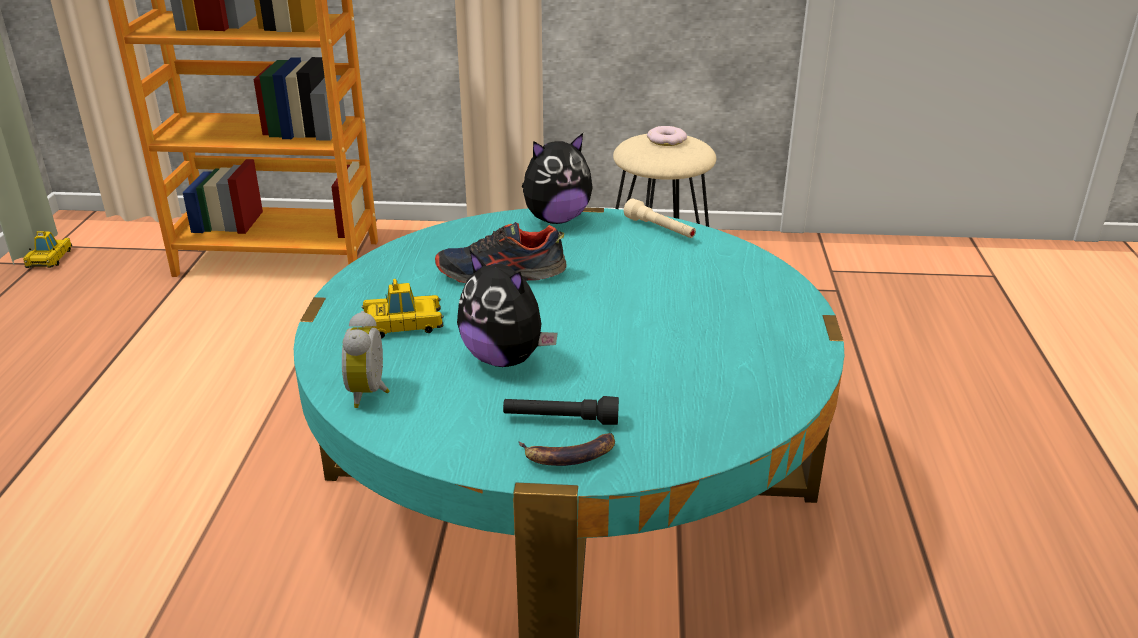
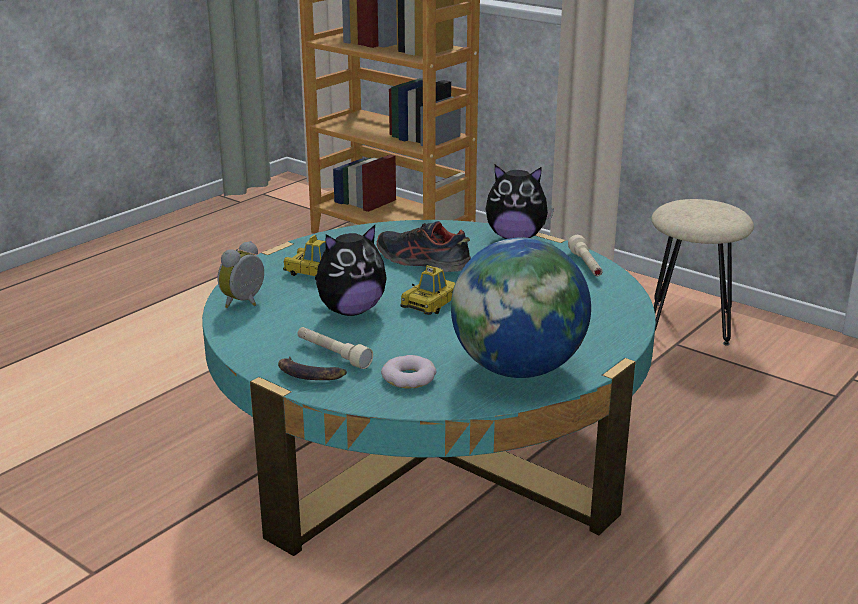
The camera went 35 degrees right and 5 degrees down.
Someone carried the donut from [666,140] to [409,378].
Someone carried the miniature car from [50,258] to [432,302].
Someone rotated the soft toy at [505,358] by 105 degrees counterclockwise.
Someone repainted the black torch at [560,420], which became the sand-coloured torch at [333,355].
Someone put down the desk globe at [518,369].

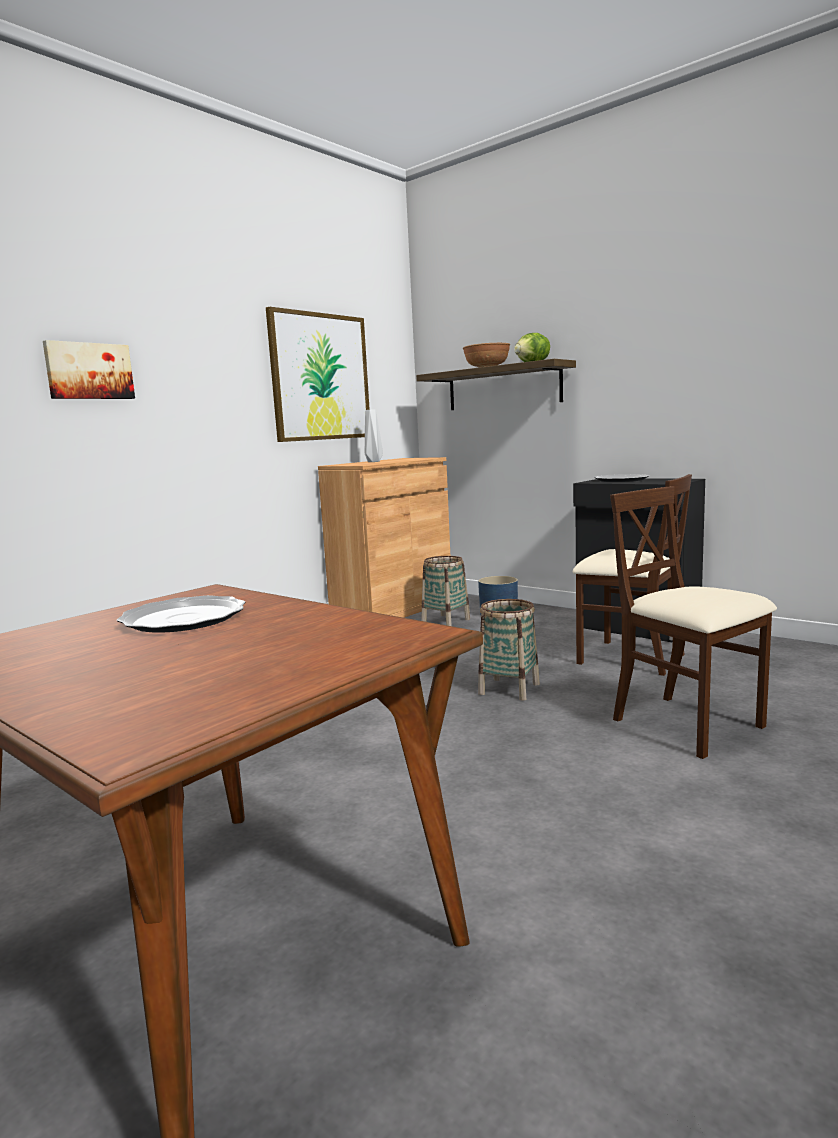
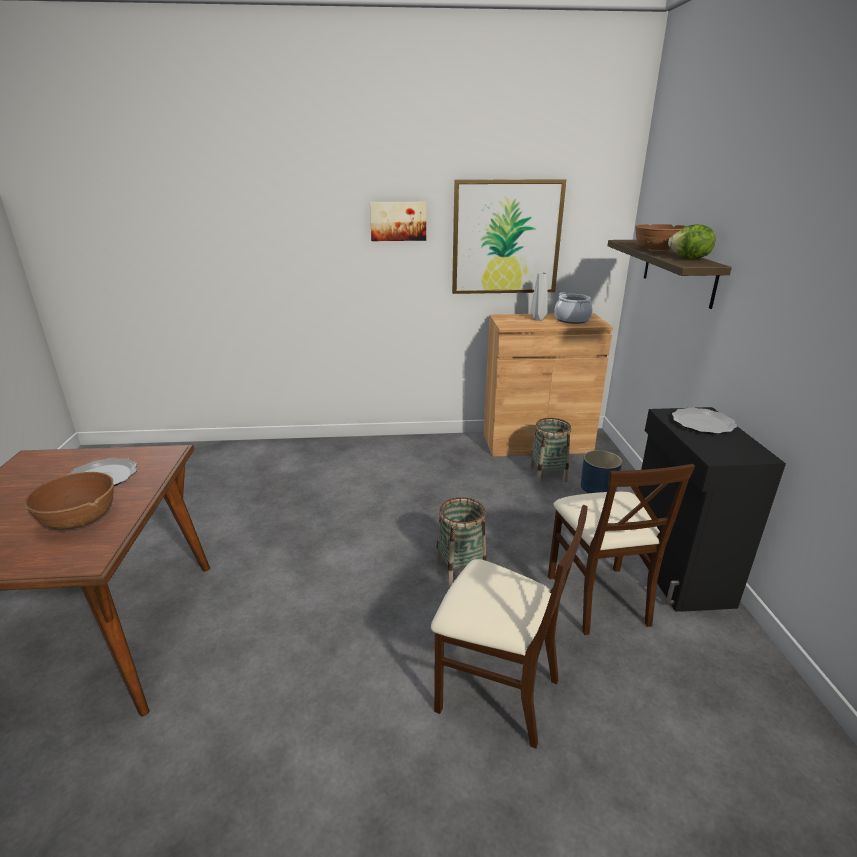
The camera went 45 degrees right and 15 degrees up.
Someone carried the picture from [89,371] to [398,221].
Someone rotated the sand-coloured upright chair at [688,725] by 105 degrees clockwise.
Someone put down the cooking pot at [572,320].
Someone put down the brown serving bowl at [80,519].

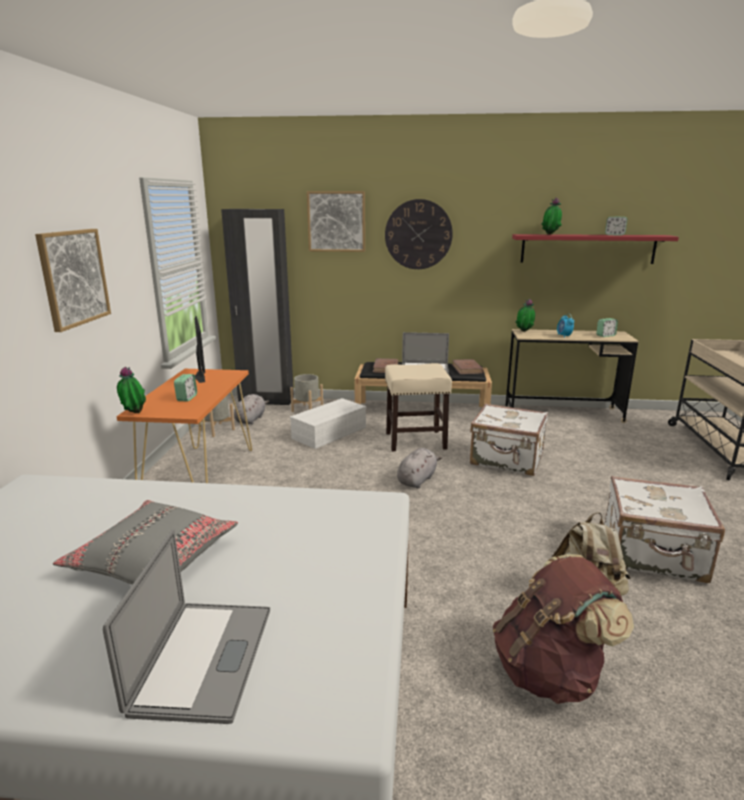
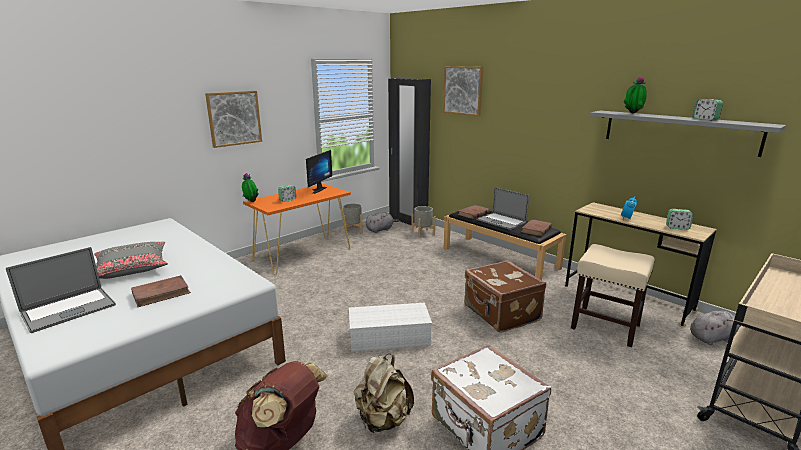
The camera went 40 degrees right and 0 degrees up.
Someone took away the clock on the wall at [418,234].
Someone repainted the red-coloured shelf at [587,249], which became the gray shelf at [679,132].
Someone took away the plant in a pot at [524,332].
Someone carried the sand-coloured stool seat from [414,441] to [604,326].
Someone carried the white storage box from [329,432] to [390,336].
Someone repainted the white travel case at [507,460], which became the brown travel case at [500,313].
Someone carried the gray soft toy from [417,480] to [712,338].
Someone put down the brown book at [161,293].

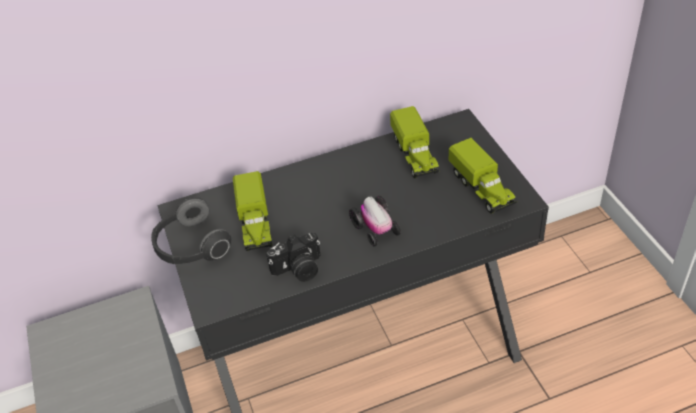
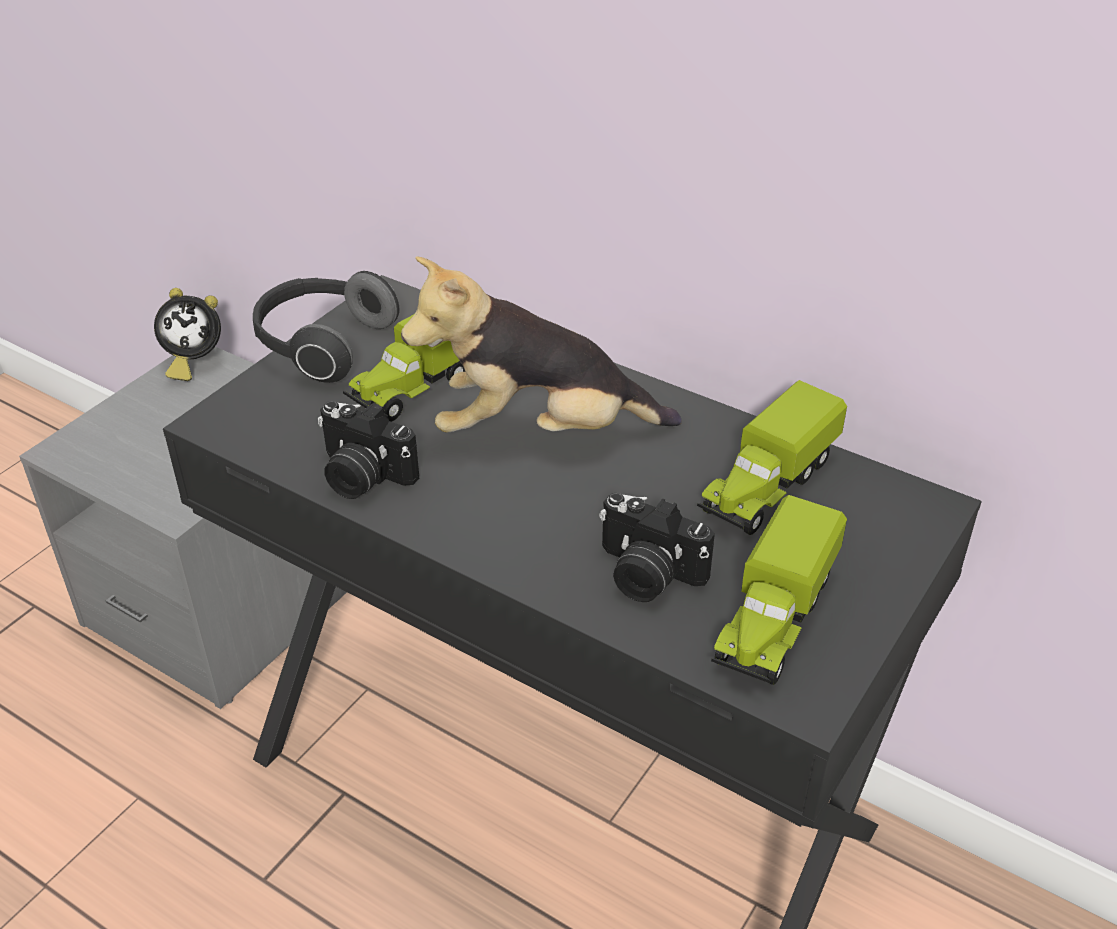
The camera went 50 degrees right and 5 degrees down.
Someone took away the miniature car at [375,228].
Someone put down the soft toy at [539,431].
Someone put down the alarm clock at [193,362].
Someone put down the photo camera at [646,575].

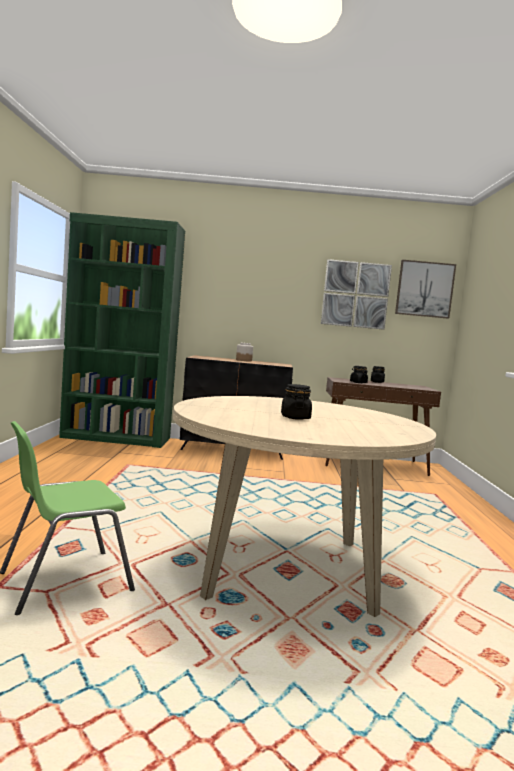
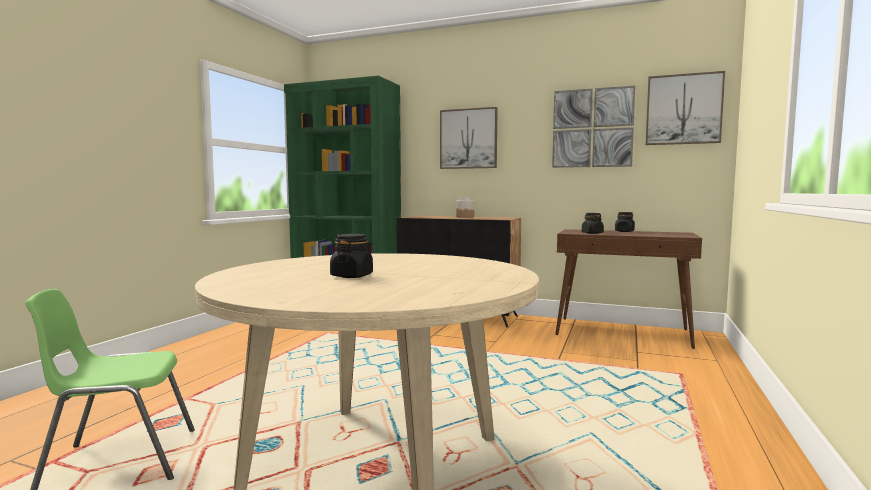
The camera went 20 degrees right and 0 degrees up.
Someone put up the picture at [468,139].

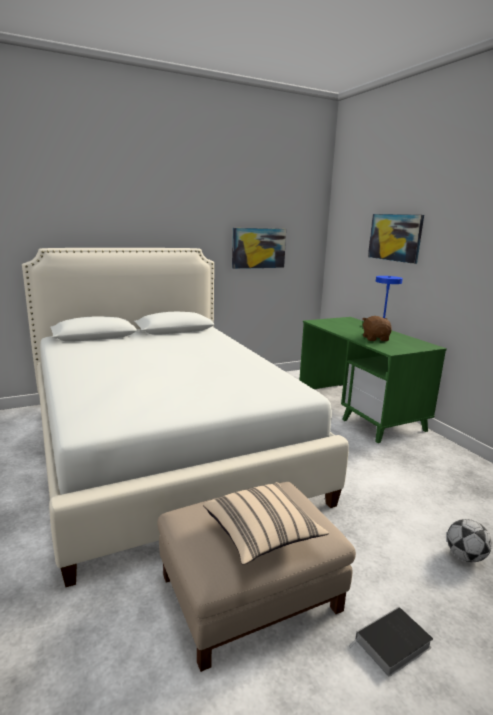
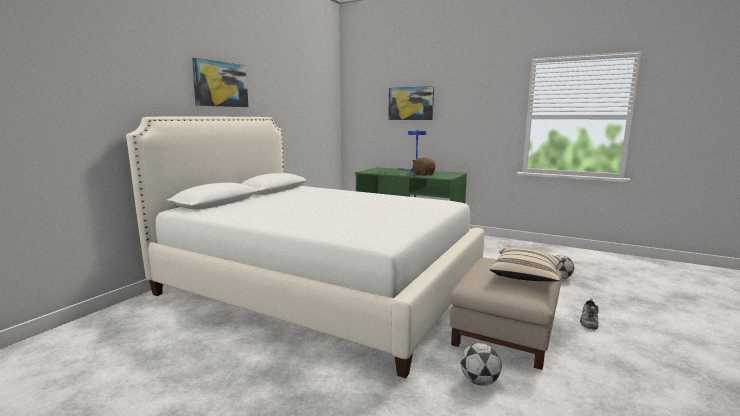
The camera went 35 degrees left and 5 degrees down.
Someone carried the picture from [258,248] to [220,84].
Someone swapped the book at [392,645] for the low shoe at [588,320].
Someone put down the ball for football at [479,381].

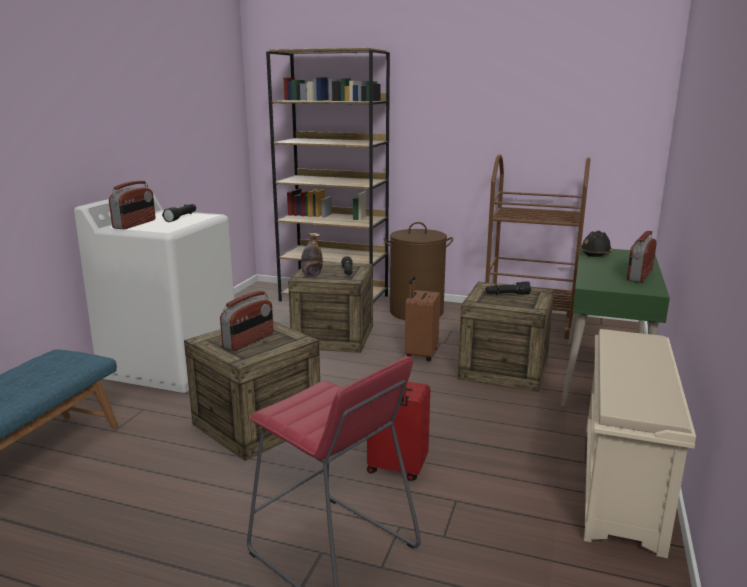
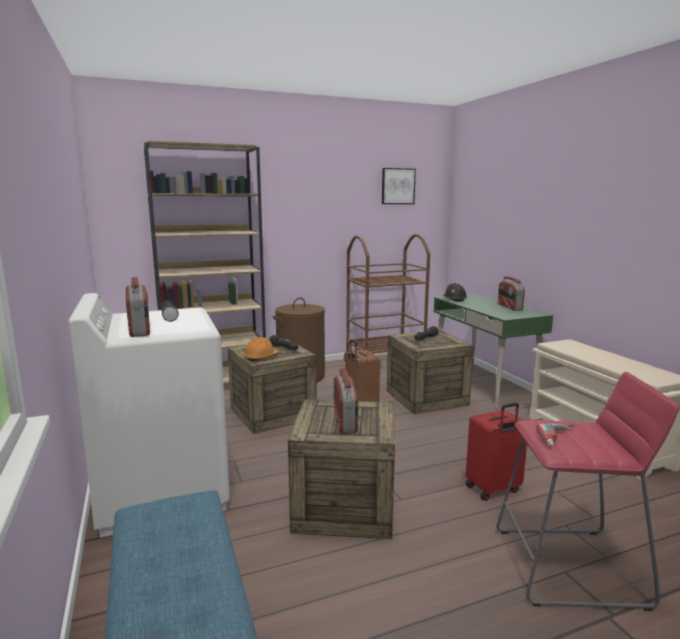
The camera went 40 degrees left and 5 degrees down.
Someone swapped the beverage bottle at [311,275] for the orange-coloured work helmet at [260,357].
Someone put up the picture at [397,186].
Someone put down the electric drill at [562,438].

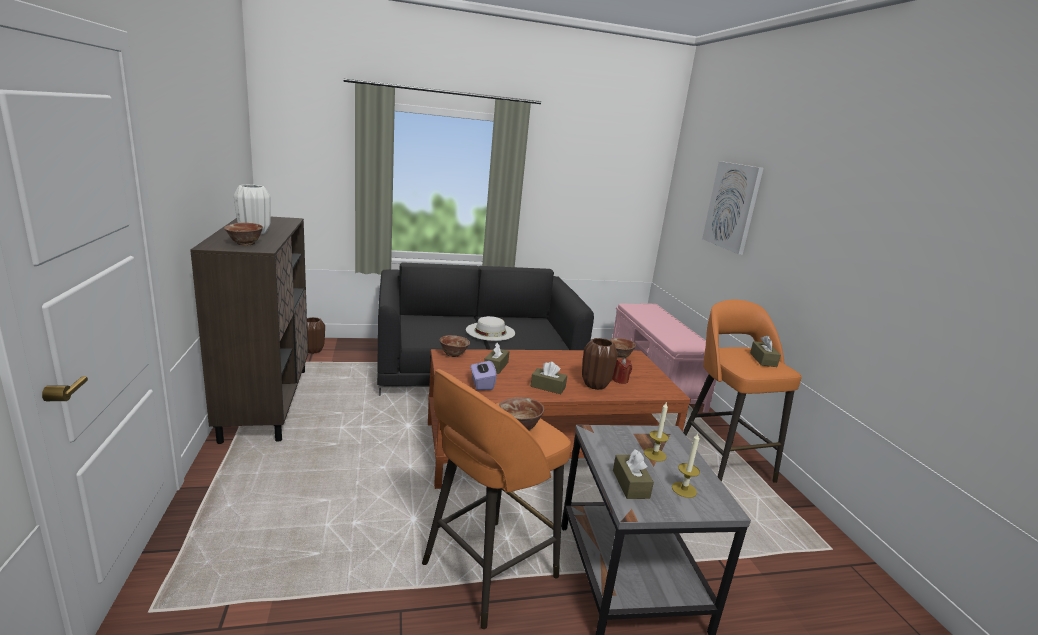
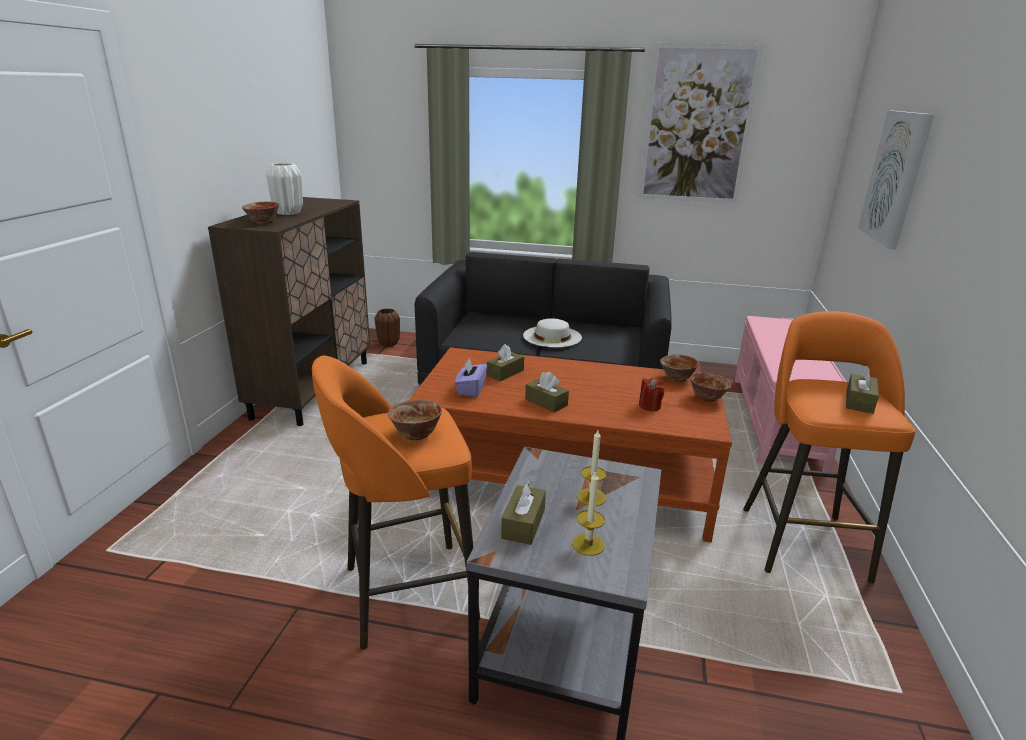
The camera went 25 degrees right and 5 degrees up.
Someone carried the serving bowl from [453,354] to [707,398].
Someone took away the brown decorative vase at [595,385].
Someone put up the picture at [697,125].

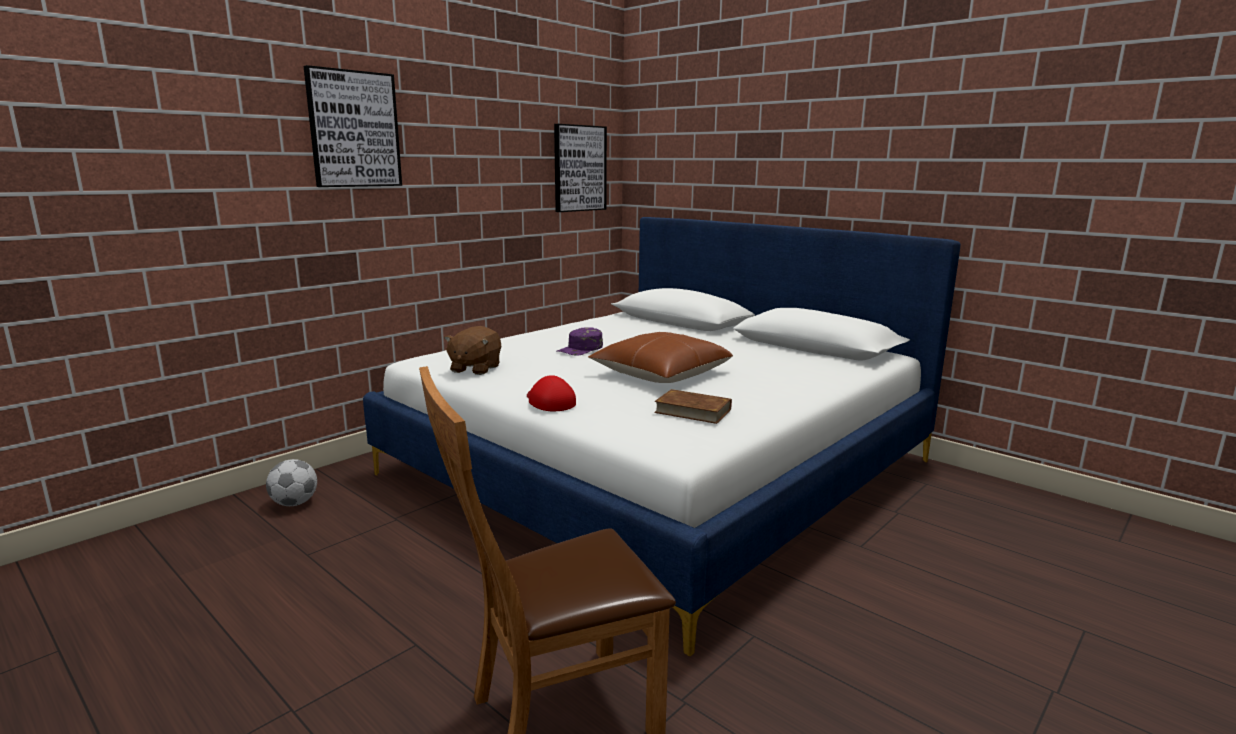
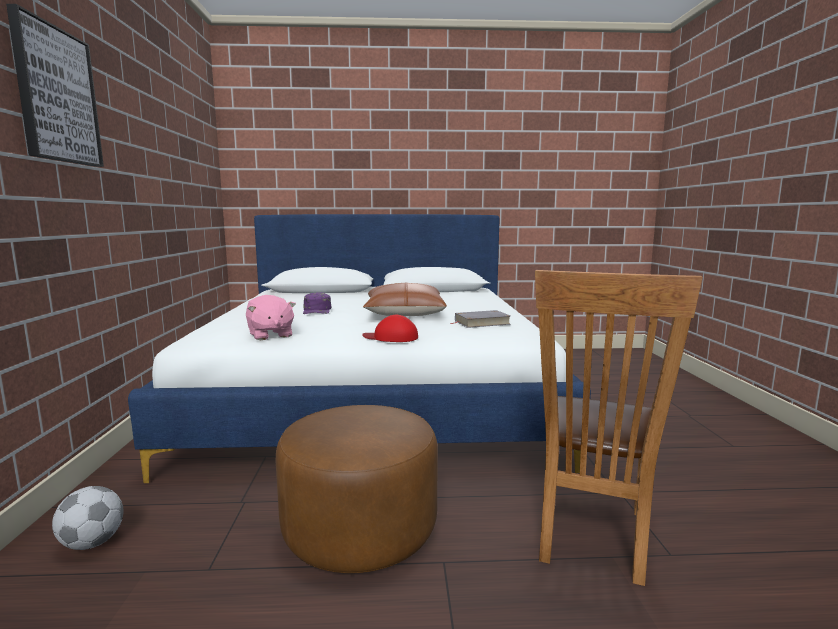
The camera went 45 degrees left and 5 degrees down.
Someone took away the picture at [579,168].
Someone repainted the brown soft toy at [474,369], which became the pink soft toy at [270,335].
Someone repainted the brown book at [692,411], which became the gray book at [481,322].
Someone put down the brown footrest at [360,528].

